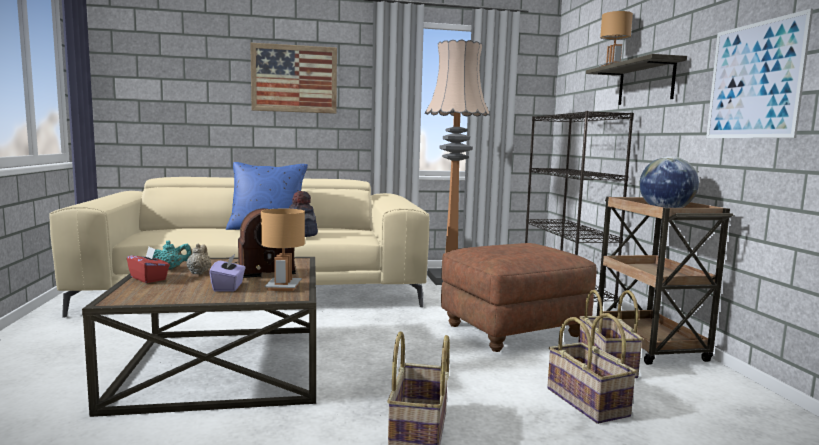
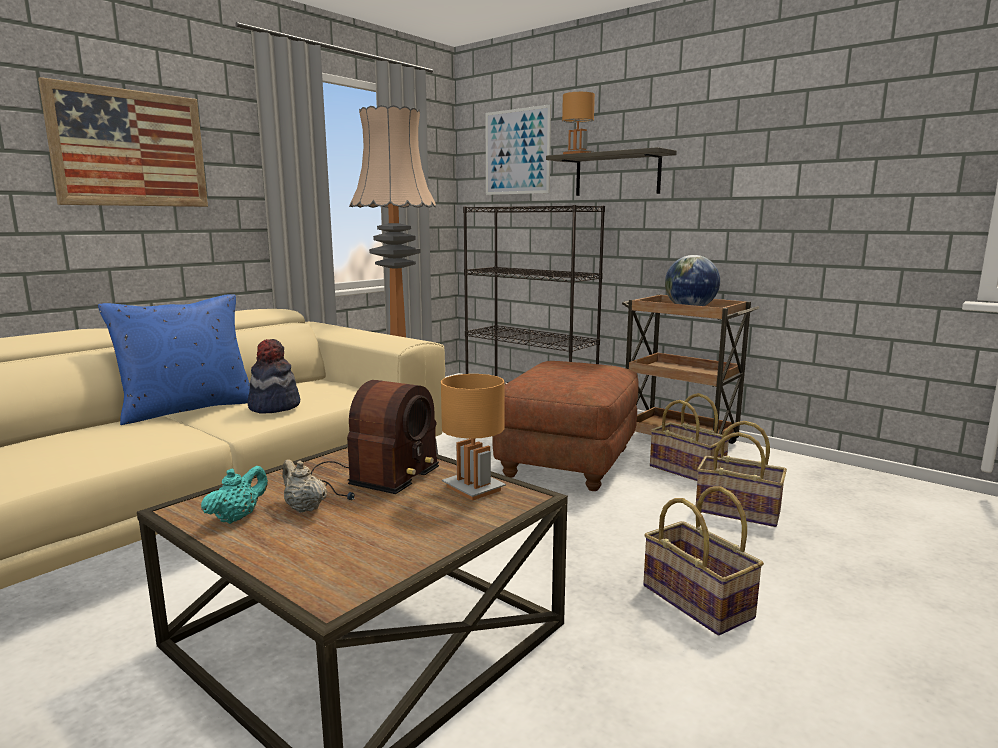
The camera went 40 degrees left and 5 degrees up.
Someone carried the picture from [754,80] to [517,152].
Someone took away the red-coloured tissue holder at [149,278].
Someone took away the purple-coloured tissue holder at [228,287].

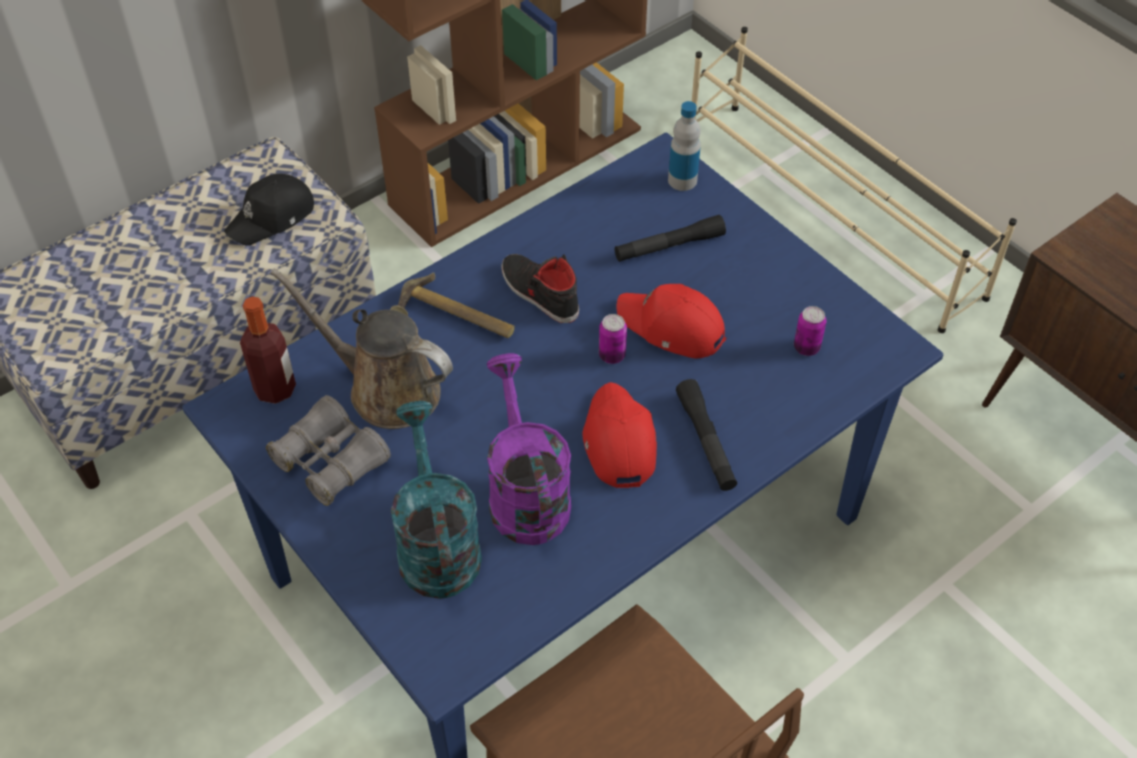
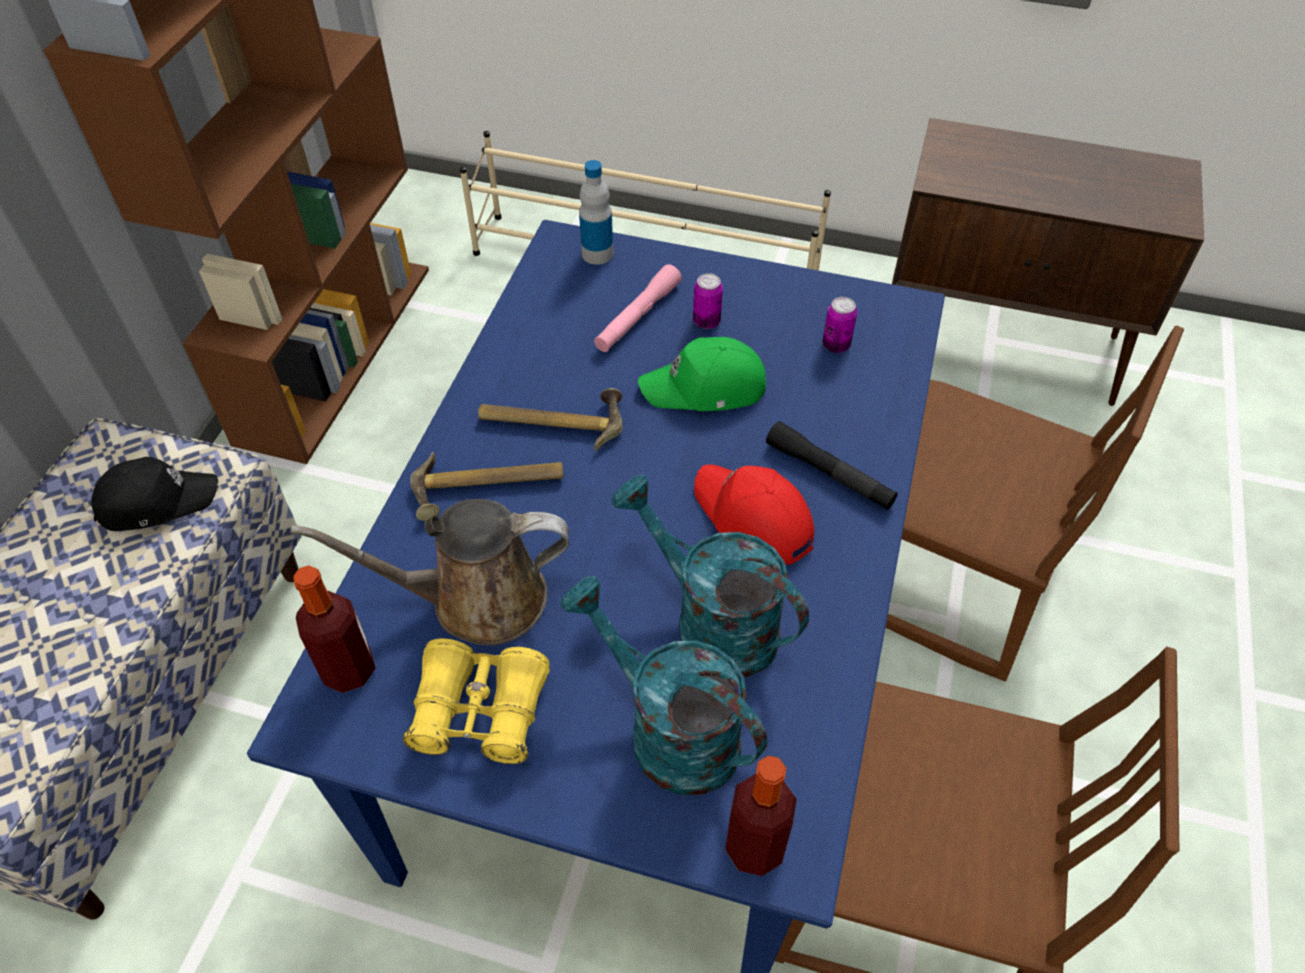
The camera went 35 degrees left and 0 degrees up.
Someone rotated the black cap at [272,217] by 120 degrees counterclockwise.
Someone repainted the black torch at [669,246], which became the pink torch at [637,317].
Someone swapped the black low shoe at [538,293] for the hammer at [552,420].
Someone repainted the red-coloured cap at [671,328], which became the green-coloured cap at [705,388].
Someone carried the sealed can from [612,355] to [706,321].
Someone repainted the purple-coloured watering can at [525,493], which became the turquoise-coloured watering can at [711,621].
Someone repainted the gray pair of binoculars at [331,461], which became the yellow-coloured pair of binoculars at [480,711].
Someone put down the brown upright chair at [941,579].
Someone put down the beverage bottle at [755,847].

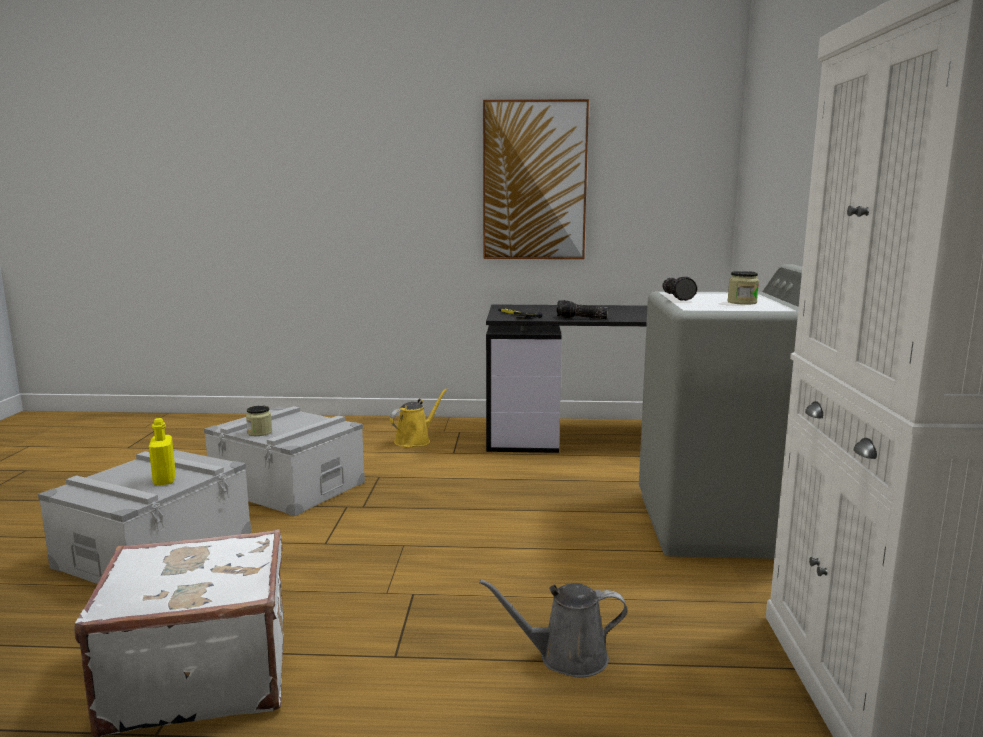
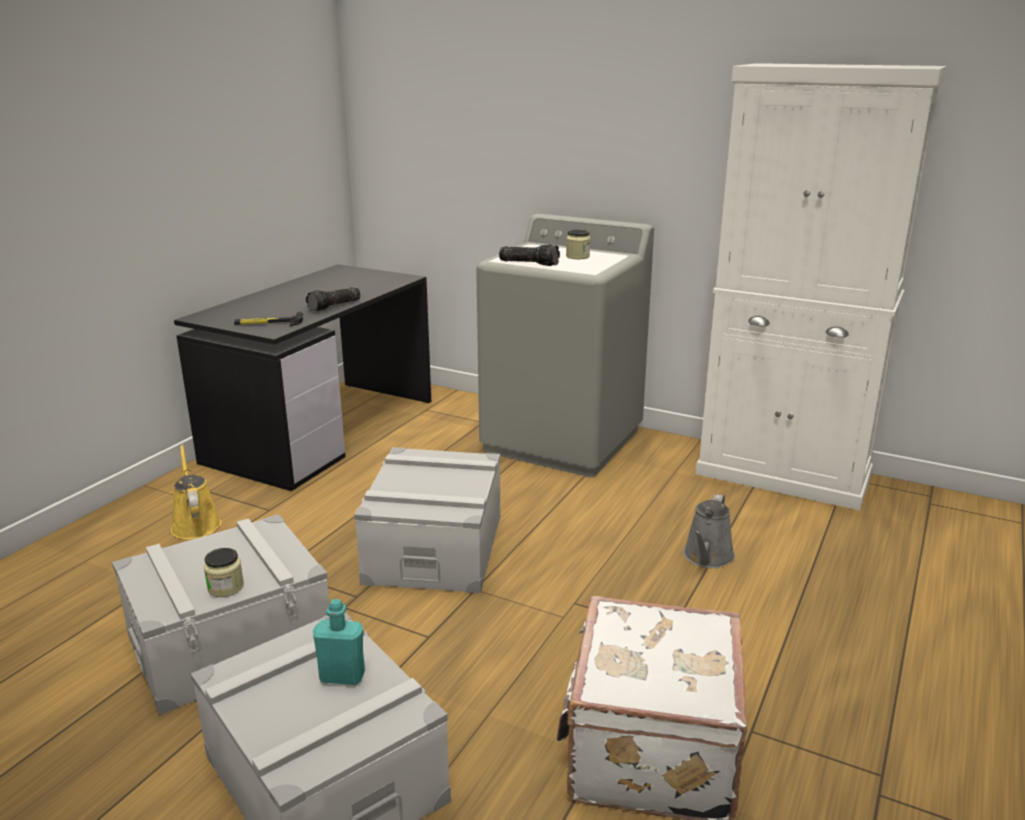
The camera went 65 degrees left and 10 degrees up.
Someone took away the picture at [534,181].
Someone repainted the yellow-coloured beverage bottle at [164,480], which became the turquoise-coloured beverage bottle at [342,676].
Someone put down the gray storage box at [435,548].

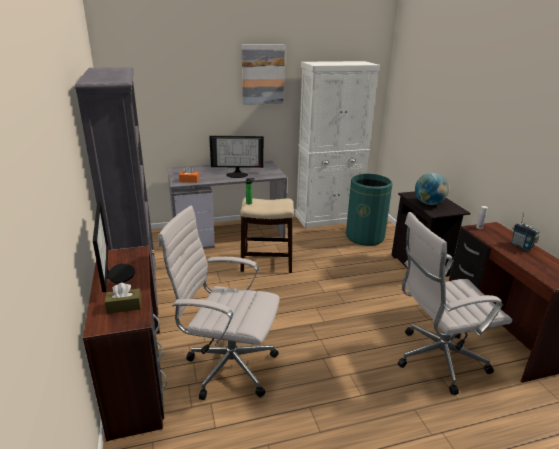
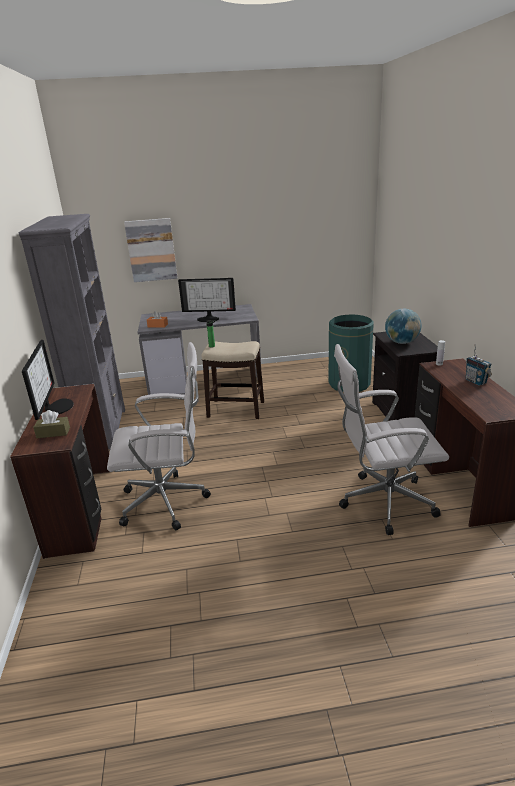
The camera went 10 degrees right and 0 degrees up.
Someone carried the picture from [262,74] to [151,250].
Someone took away the white cupboard at [328,218].
Someone rotated the white computer chair at [227,366] by 150 degrees clockwise.

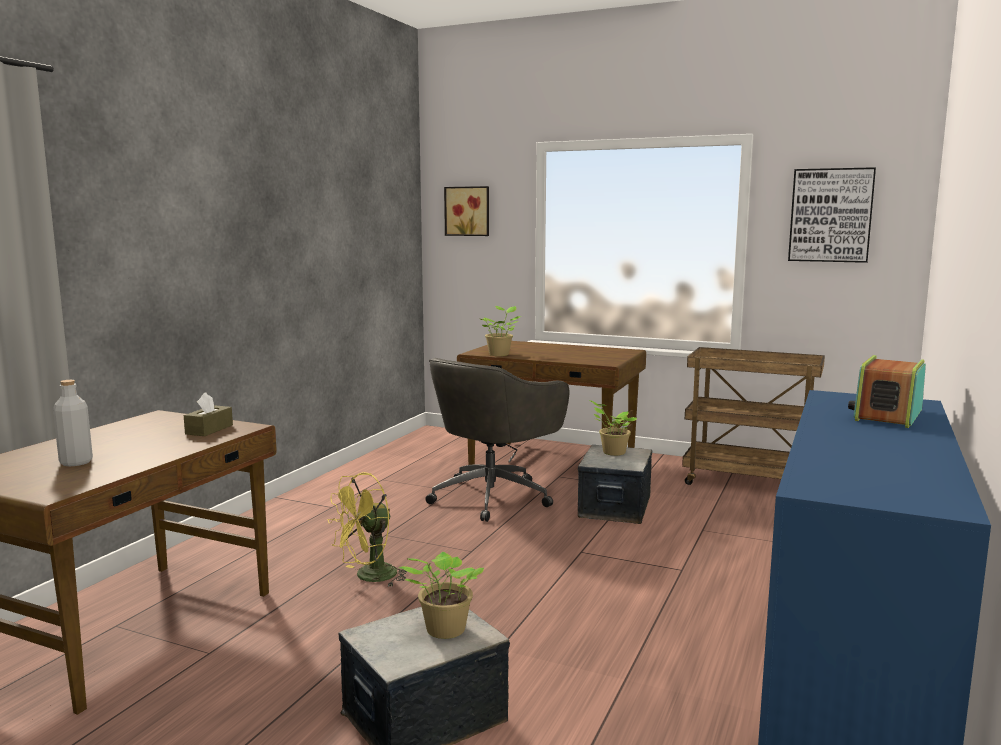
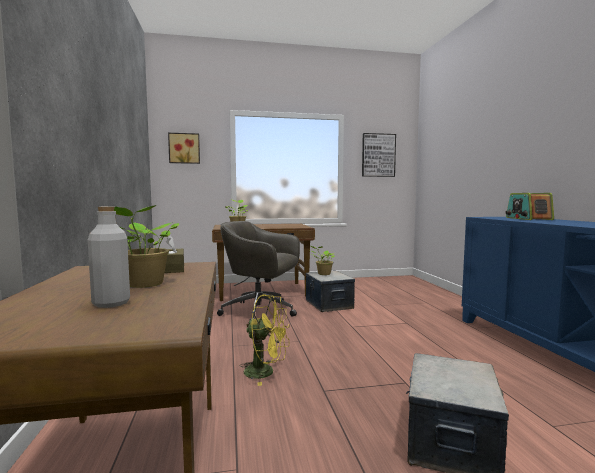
The camera went 35 degrees left and 5 degrees down.
Someone took away the brown cart at [749,482].
Someone rotated the gray computer chair at [493,497] by 105 degrees clockwise.
Someone rotated the yellow-coloured electric fan at [369,577] by 90 degrees counterclockwise.
Someone carried the plant in a pot from [443,631] to [144,284].

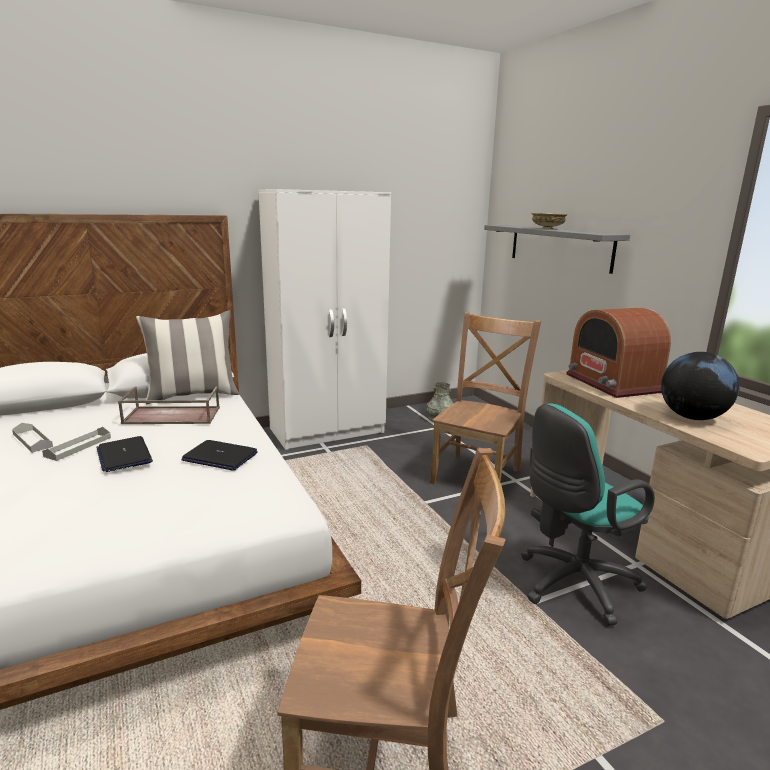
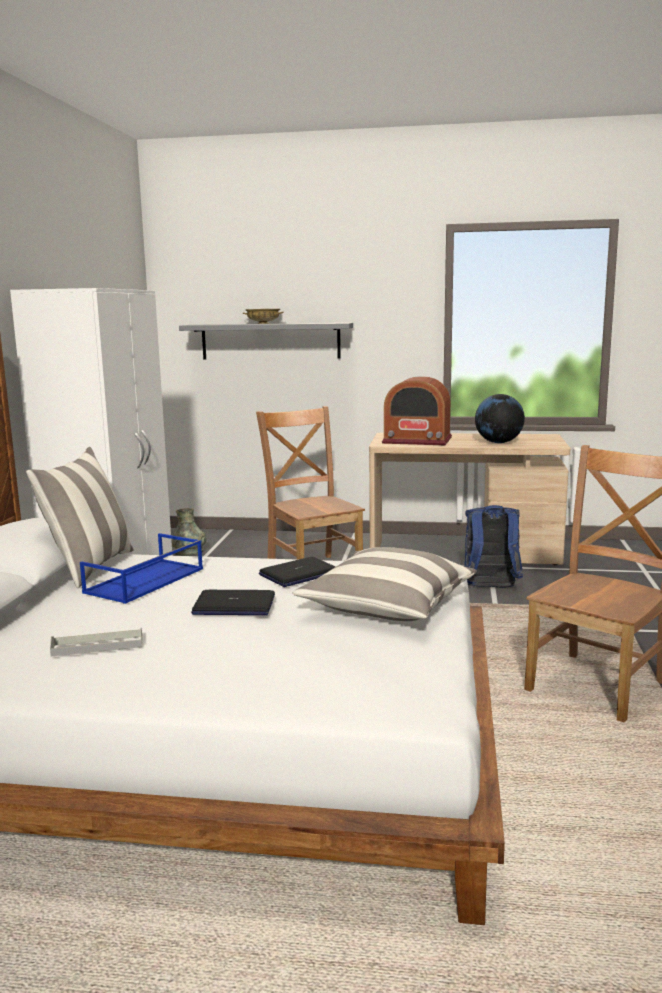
The camera went 55 degrees left and 5 degrees down.
Someone repainted the brown serving tray at [171,416], which became the blue-coloured serving tray at [145,581].
Someone swapped the turquoise-coloured computer chair at [572,585] for the blue-coloured rucksack at [490,588].
Someone took away the gray serving tray at [78,447].
Someone put down the cushion at [387,606].

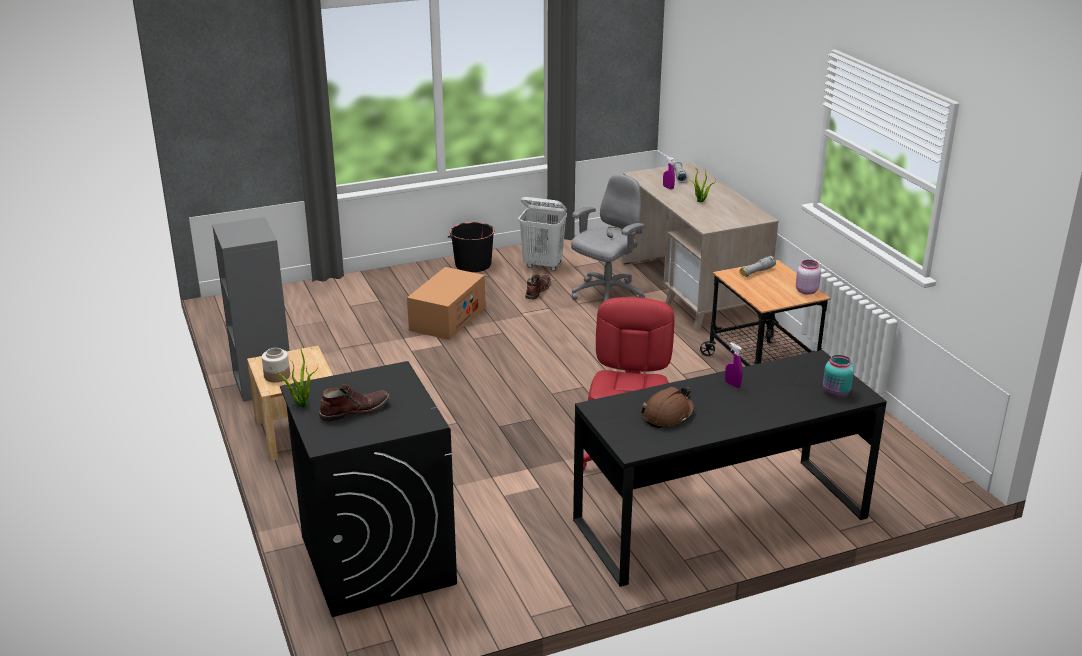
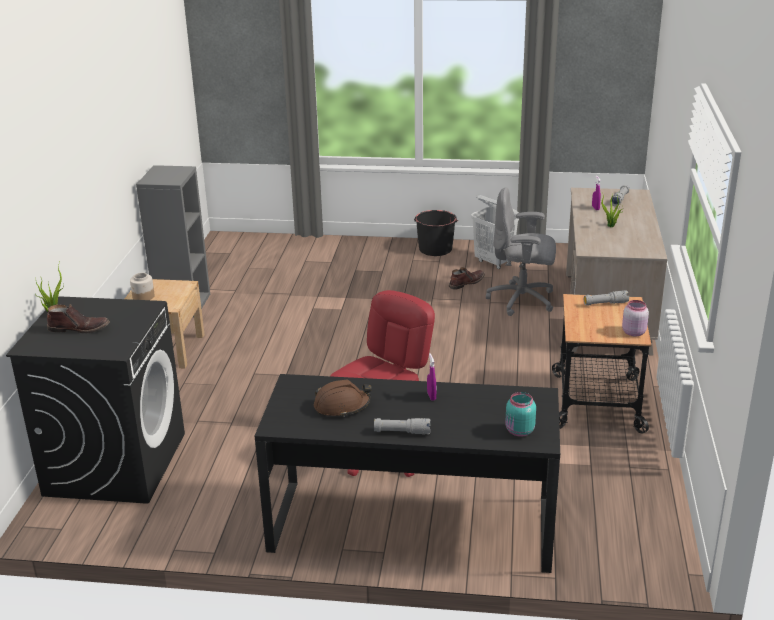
The camera went 30 degrees right and 0 degrees up.
Someone rotated the gray computer chair at [606,295] by 150 degrees counterclockwise.
Someone took away the cardboard box at [447,318].
Someone put down the gray torch at [402,432].

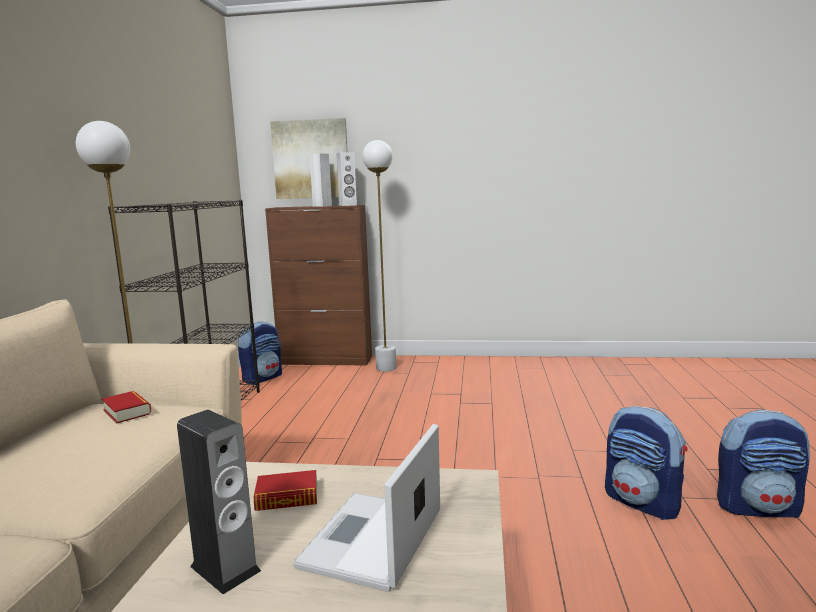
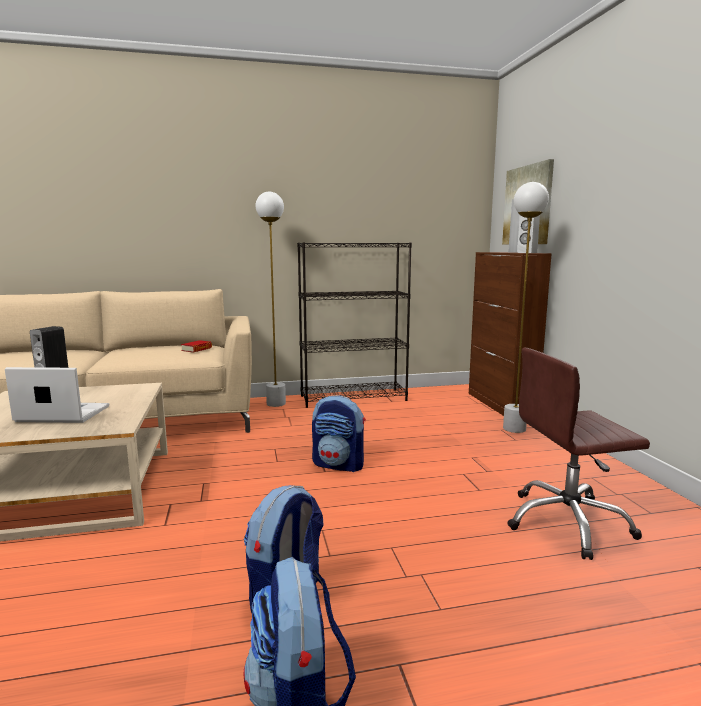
The camera went 70 degrees right and 0 degrees up.
Someone carried the rucksack from [263,378] to [339,465].
Someone took away the book at [287,497].
Someone put down the brown computer chair at [567,523].

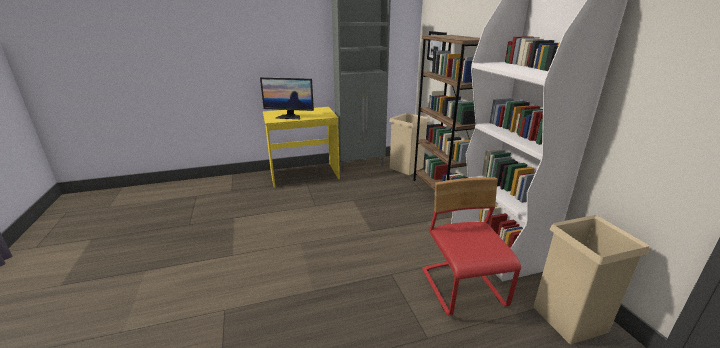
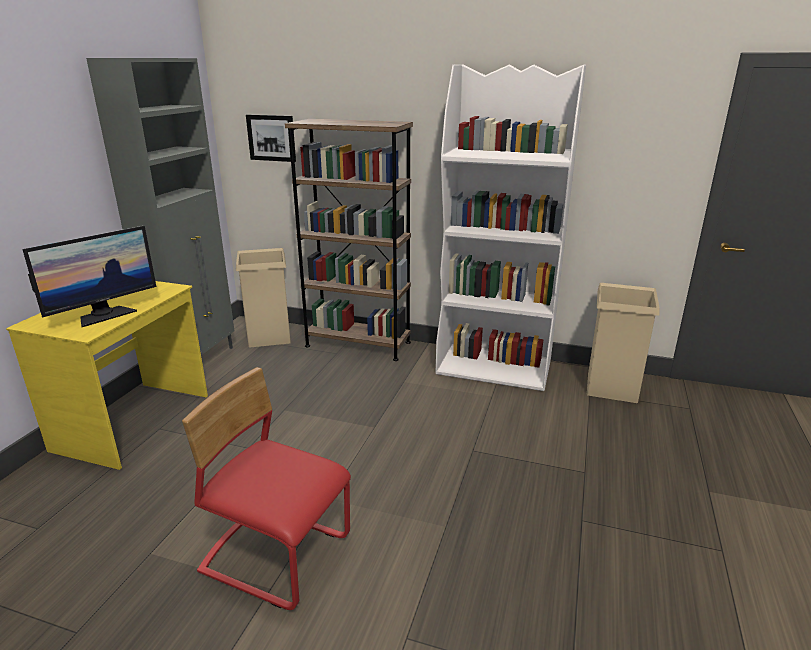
The camera went 55 degrees left and 0 degrees up.
Someone carried the red-coloured upright chair from [463,288] to [277,554].

